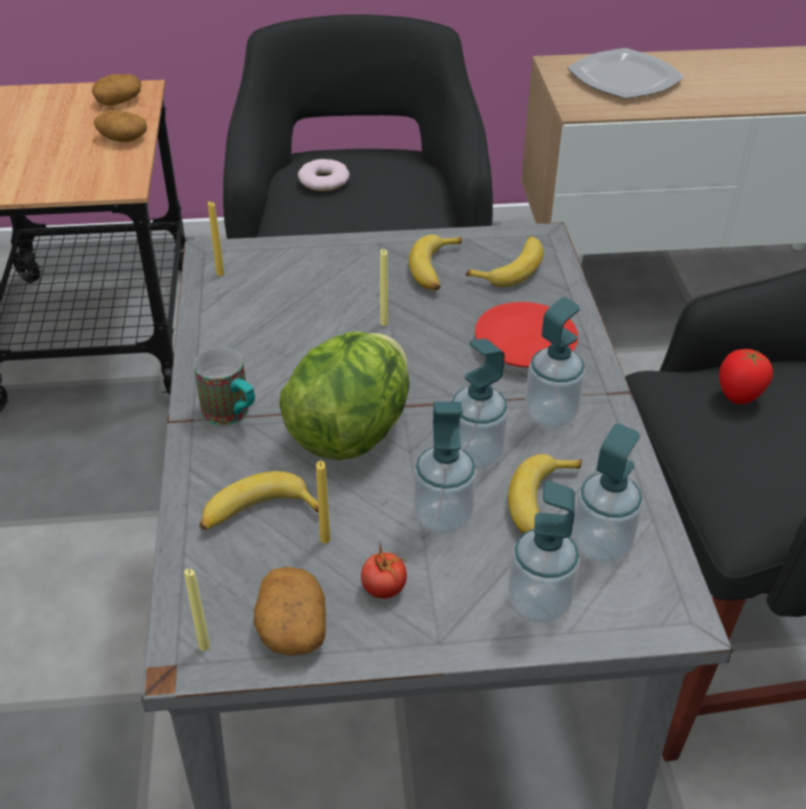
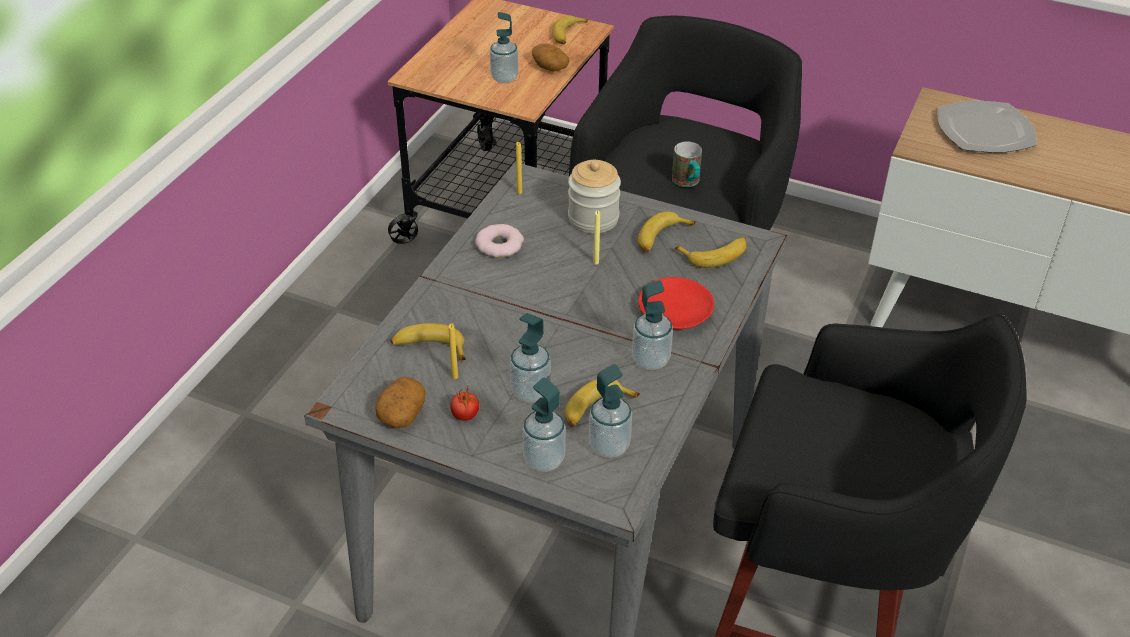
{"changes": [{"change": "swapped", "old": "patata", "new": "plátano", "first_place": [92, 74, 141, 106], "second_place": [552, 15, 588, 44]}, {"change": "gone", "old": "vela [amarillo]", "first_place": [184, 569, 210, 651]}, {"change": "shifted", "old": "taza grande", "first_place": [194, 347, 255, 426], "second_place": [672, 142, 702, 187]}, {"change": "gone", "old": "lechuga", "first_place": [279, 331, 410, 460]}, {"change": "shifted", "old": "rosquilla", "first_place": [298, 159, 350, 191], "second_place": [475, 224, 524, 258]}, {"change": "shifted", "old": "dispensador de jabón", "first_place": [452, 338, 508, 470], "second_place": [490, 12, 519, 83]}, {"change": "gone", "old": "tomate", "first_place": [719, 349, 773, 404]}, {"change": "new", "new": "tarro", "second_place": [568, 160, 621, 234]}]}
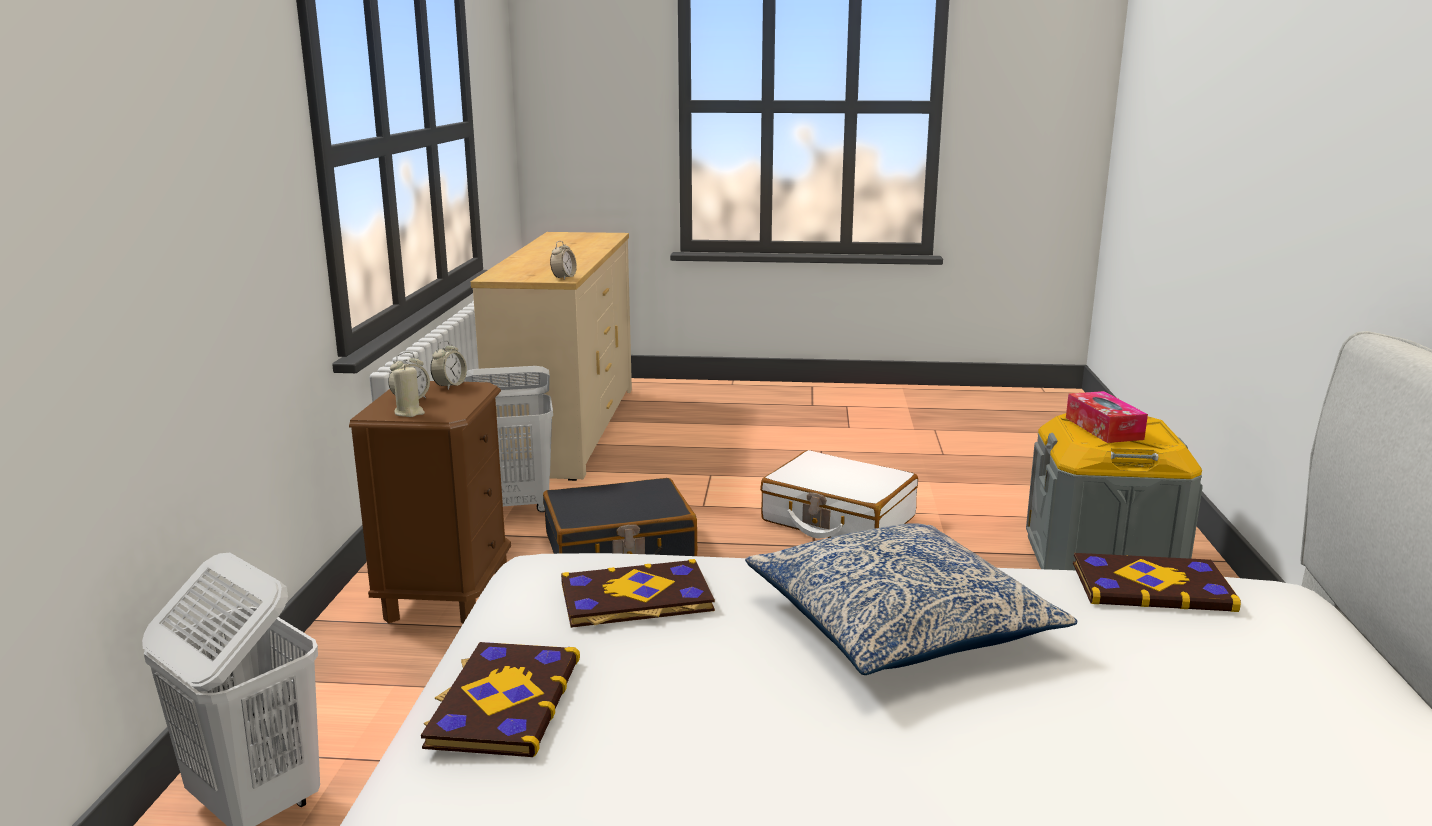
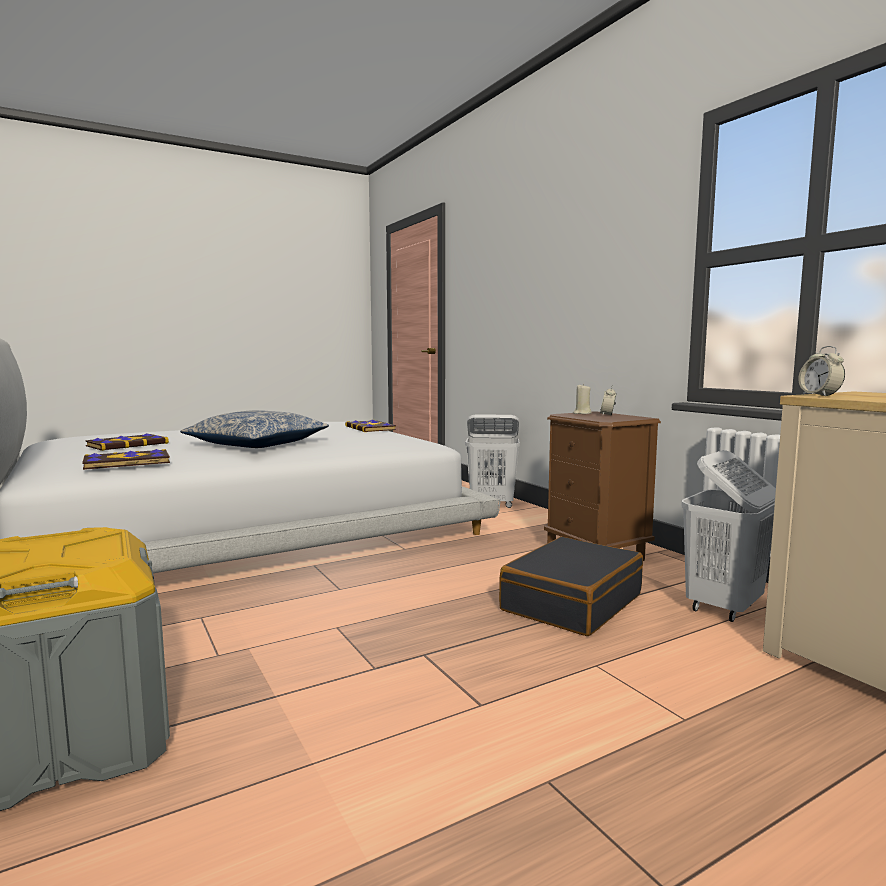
{"changes": [{"change": "gone", "old": "despertador", "first_place": [430, 340, 467, 389]}, {"change": "shifted", "old": "libro", "first_place": [561, 559, 715, 628], "second_place": [85, 433, 169, 451]}, {"change": "gone", "old": "maleta [blanco]", "first_place": [760, 450, 918, 538]}, {"change": "gone", "old": "caja de pañuelos", "first_place": [1066, 391, 1148, 443]}]}
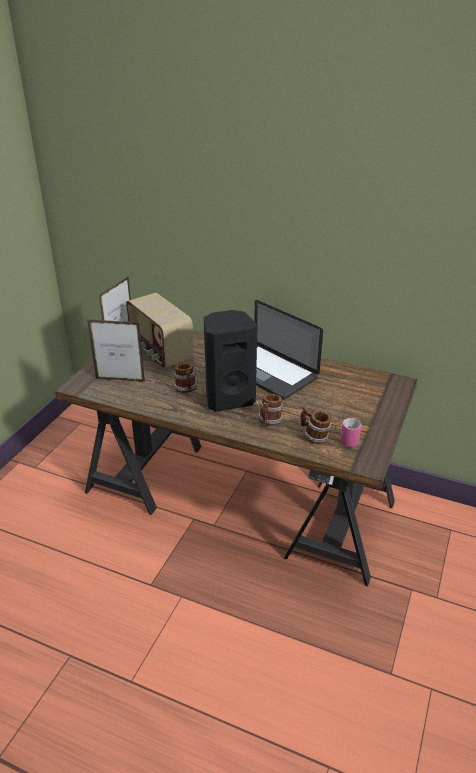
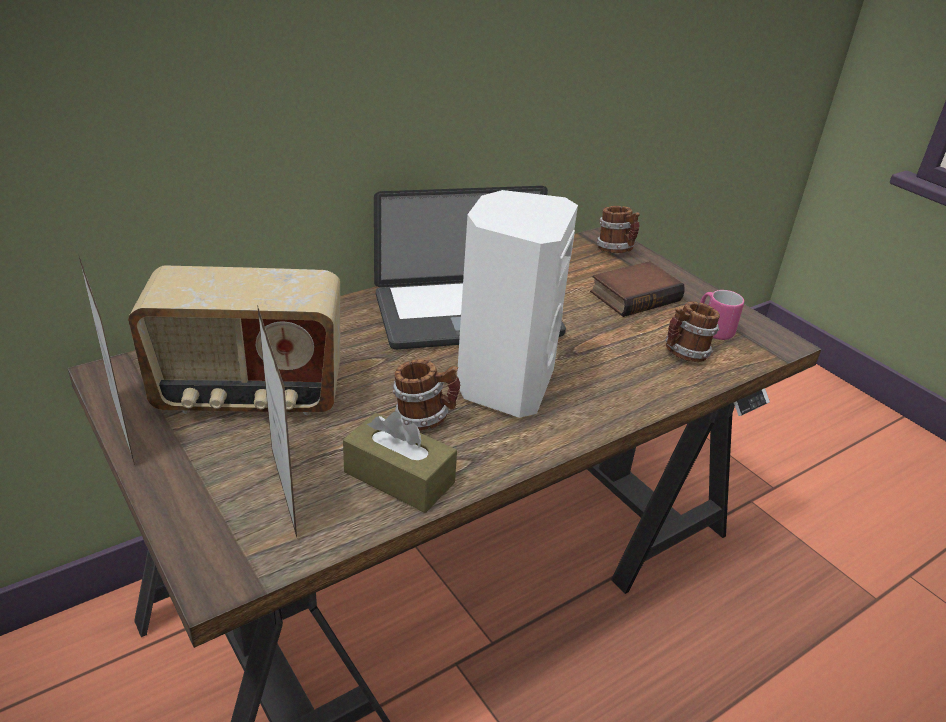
{"changes": [{"change": "rotated", "old": "portarretratos", "first_place": [87, 319, 145, 382], "second_place": [257, 305, 297, 537], "degrees": -60}, {"change": "repainted", "old": "altavoz [negro]", "new": "altavoz [blanco]", "first_place": [204, 310, 257, 412], "second_place": [457, 190, 578, 418]}, {"change": "shifted", "old": "taza grande", "first_place": [257, 394, 283, 426], "second_place": [597, 206, 640, 253]}, {"change": "new", "new": "caja de pañuelos [marrón]", "second_place": [343, 412, 457, 513]}, {"change": "new", "new": "libro", "second_place": [590, 261, 685, 317]}]}
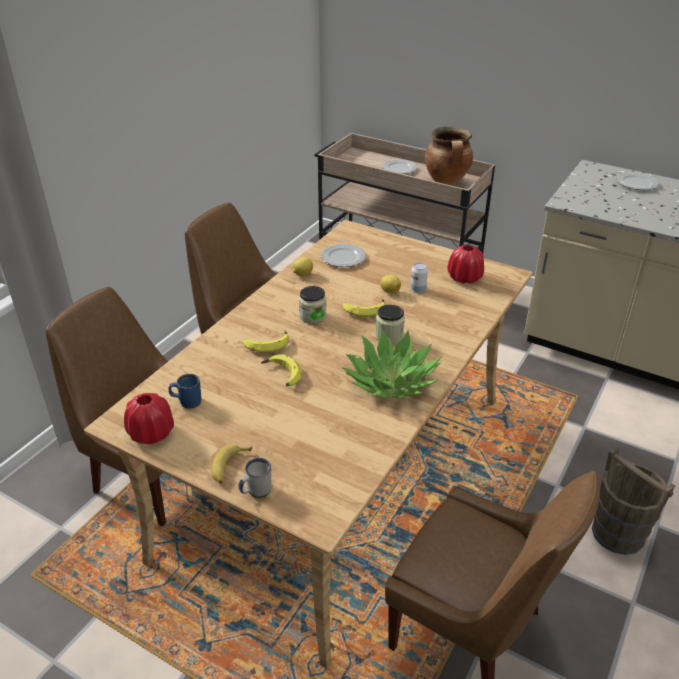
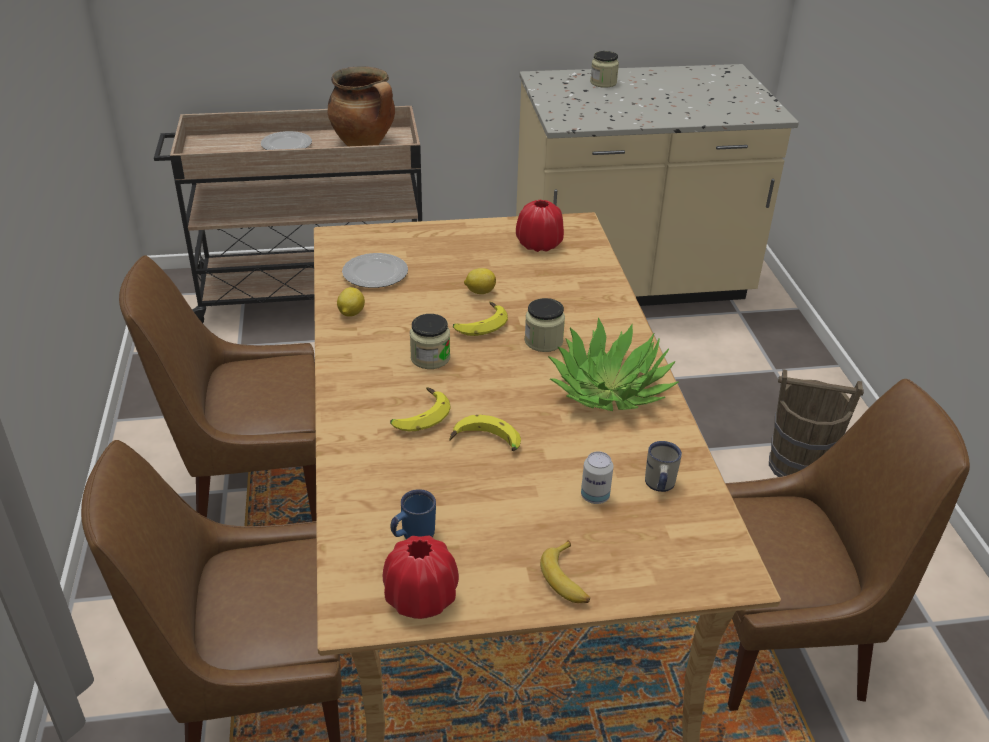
{"changes": [{"change": "shifted", "old": "taza grande [blanco]", "first_place": [238, 458, 271, 498], "second_place": [645, 441, 682, 492]}, {"change": "shifted", "old": "lata", "first_place": [410, 263, 428, 293], "second_place": [581, 451, 614, 504]}, {"change": "swapped", "old": "plato", "new": "tarro", "first_place": [616, 172, 659, 190], "second_place": [590, 51, 619, 88]}]}
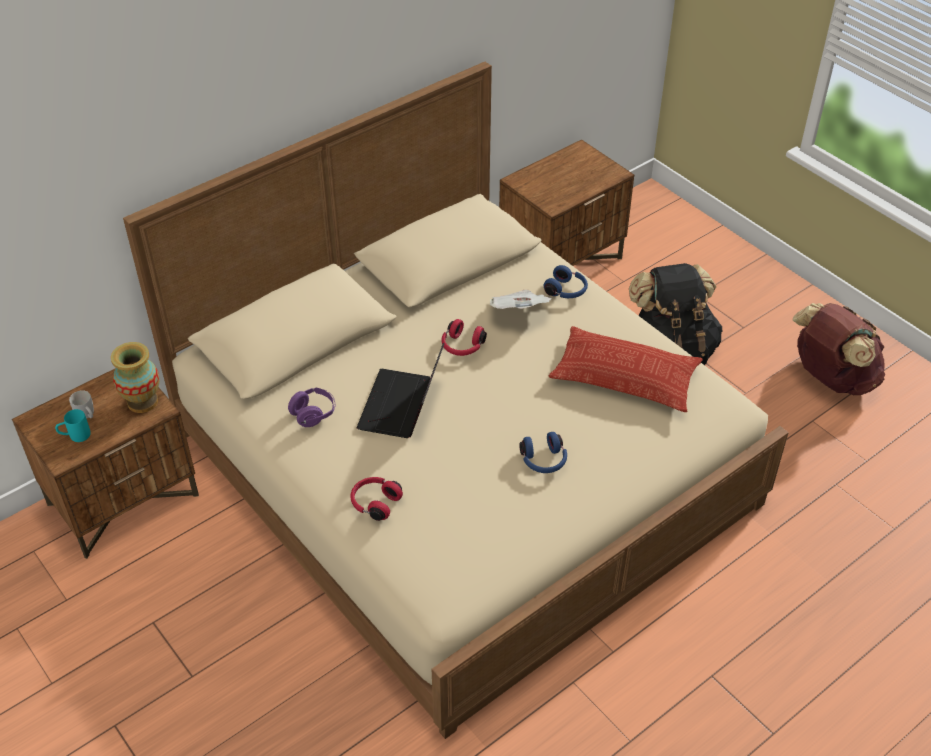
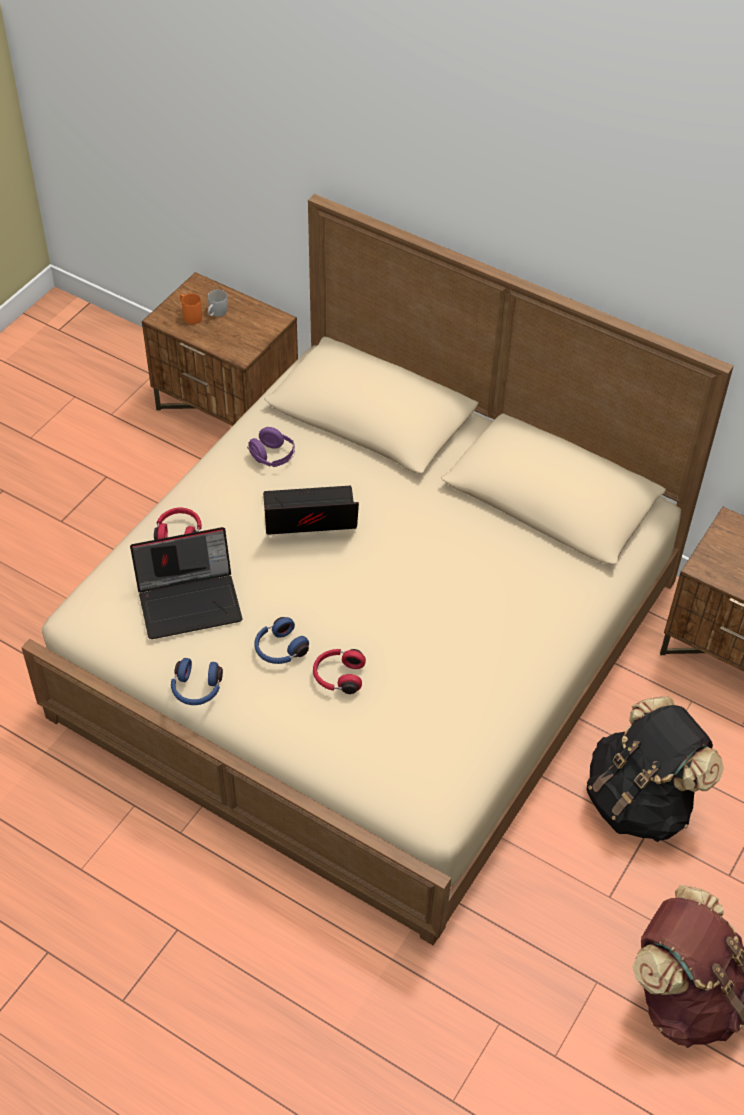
{"changes": [{"change": "repainted", "old": "taza grande [turquesa]", "new": "taza grande [naranja]", "first_place": [55, 409, 91, 442], "second_place": [180, 293, 202, 324]}, {"change": "gone", "old": "florero", "first_place": [111, 342, 160, 413]}, {"change": "shifted", "old": "auriculares [rojo]", "first_place": [442, 319, 487, 356], "second_place": [313, 649, 366, 694]}, {"change": "gone", "old": "periódico", "first_place": [490, 290, 551, 309]}, {"change": "shifted", "old": "auriculares [azul]", "first_place": [544, 265, 588, 298], "second_place": [171, 658, 223, 705]}, {"change": "gone", "old": "cojín", "first_place": [548, 326, 702, 412]}, {"change": "new", "new": "portátil", "second_place": [130, 527, 242, 639]}]}
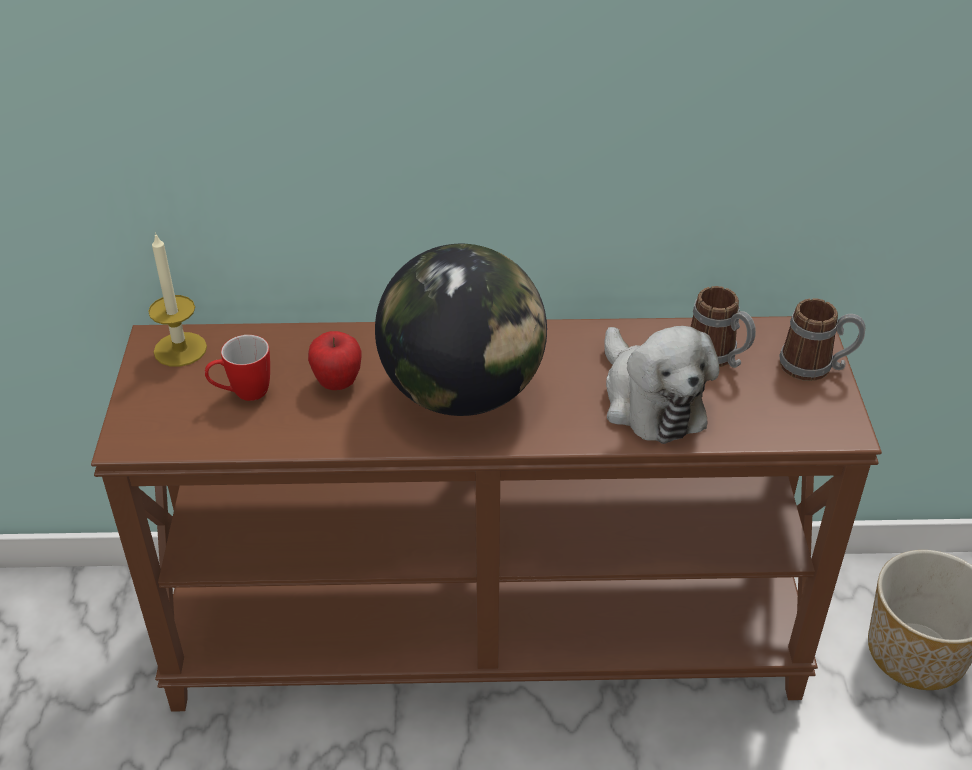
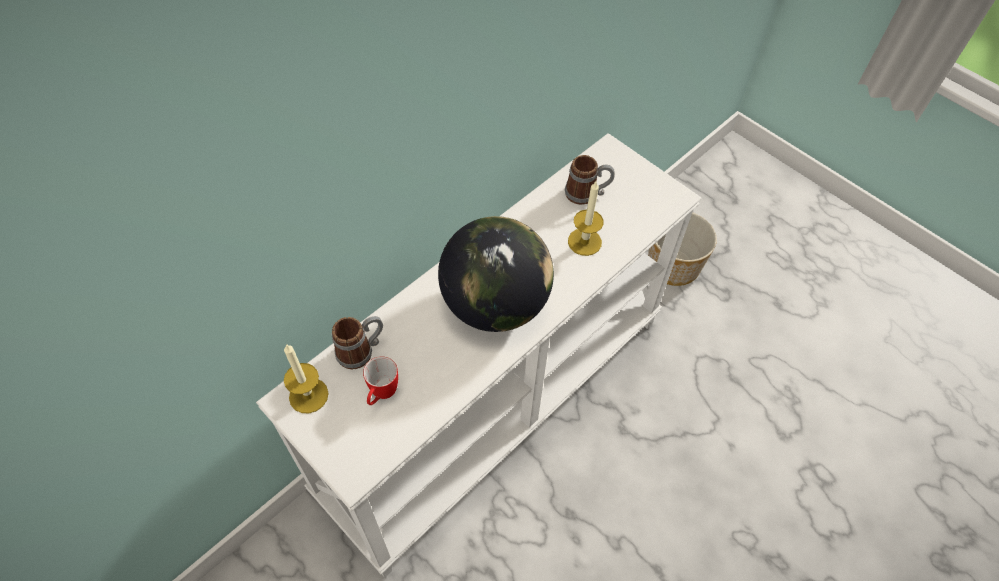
{"changes": [{"change": "repainted", "old": "mesa consola [marrón]", "new": "mesa consola [blanco]", "first_place": [91, 316, 882, 712], "second_place": [256, 133, 702, 578]}, {"change": "gone", "old": "manzana", "first_place": [308, 331, 362, 390]}, {"change": "swapped", "old": "peluche", "new": "vela", "first_place": [604, 326, 719, 444], "second_place": [568, 182, 603, 256]}, {"change": "shifted", "old": "taza grande", "first_place": [779, 298, 865, 381], "second_place": [332, 316, 383, 370]}]}
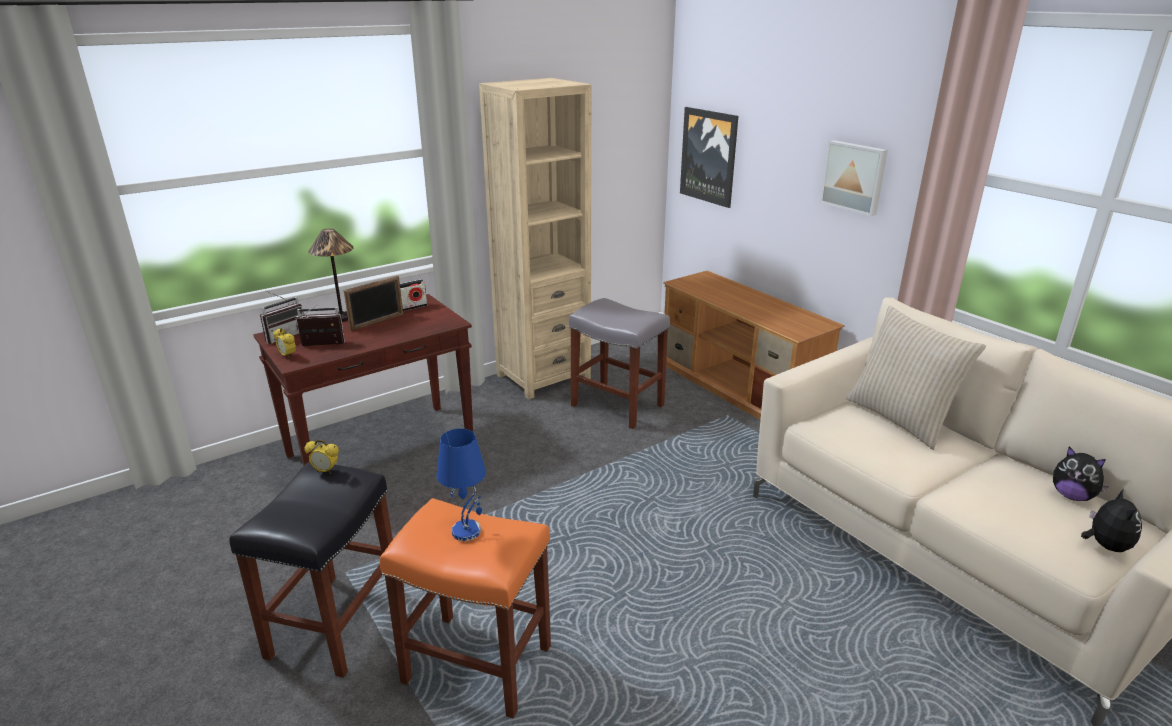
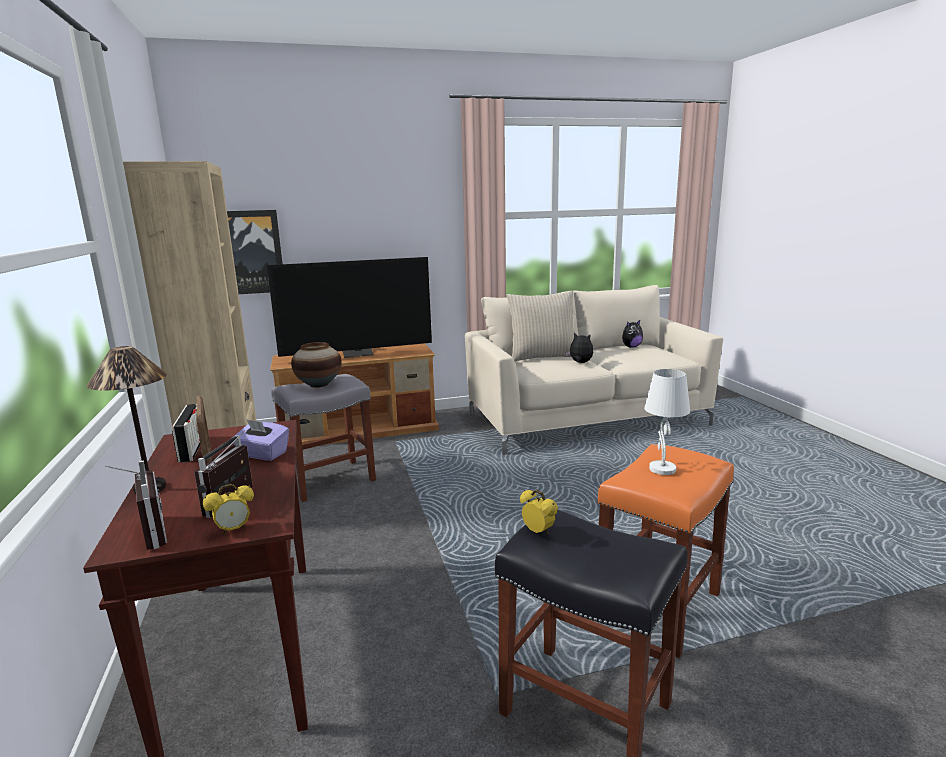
{"changes": [{"change": "rotated", "old": "despertador", "first_place": [305, 440, 339, 474], "second_place": [520, 489, 558, 534], "degrees": -75}, {"change": "repainted", "old": "lámpara de mesa [azul]", "new": "lámpara de mesa [blanco]", "first_place": [436, 428, 486, 541], "second_place": [644, 369, 690, 475]}, {"change": "gone", "old": "cuadro", "first_place": [820, 140, 888, 216]}, {"change": "shifted", "old": "peluche", "first_place": [1081, 489, 1142, 552], "second_place": [566, 332, 593, 363]}, {"change": "new", "new": "caja de pañuelos [morado]", "second_place": [231, 419, 289, 461]}, {"change": "new", "new": "televisor", "second_place": [267, 257, 432, 358]}, {"change": "new", "new": "florero", "second_place": [291, 342, 342, 388]}]}
